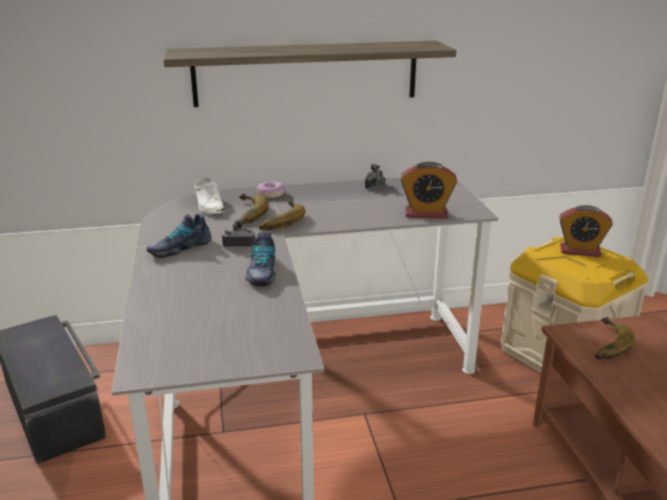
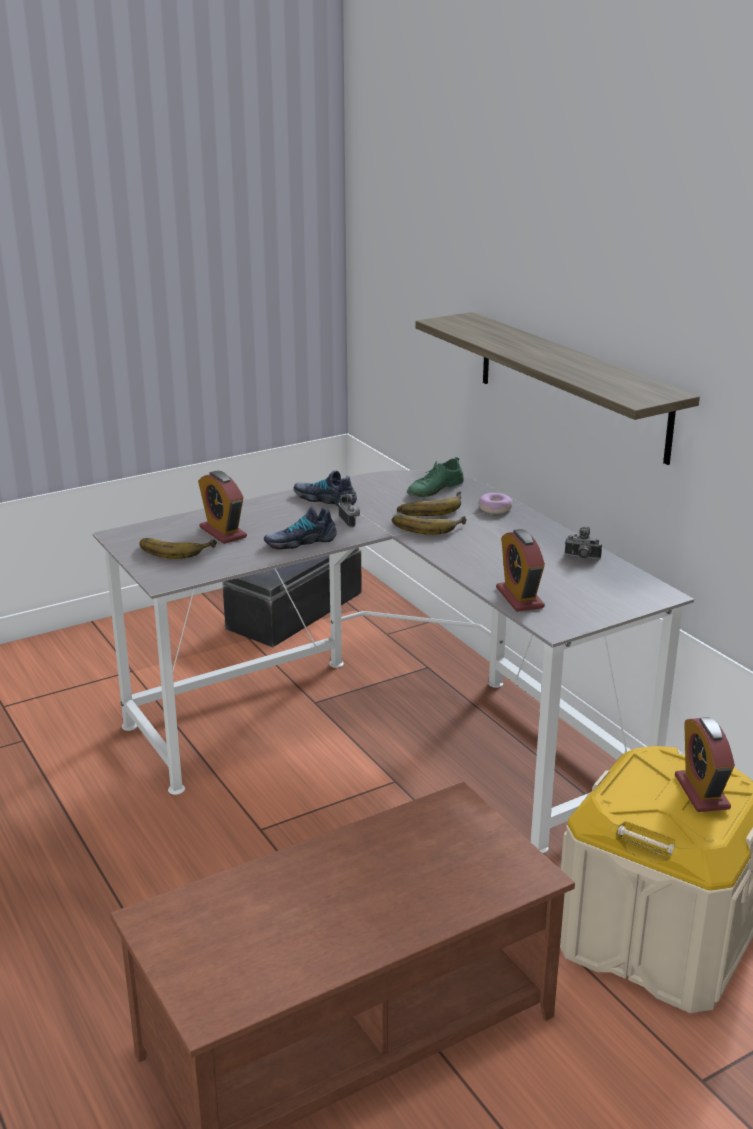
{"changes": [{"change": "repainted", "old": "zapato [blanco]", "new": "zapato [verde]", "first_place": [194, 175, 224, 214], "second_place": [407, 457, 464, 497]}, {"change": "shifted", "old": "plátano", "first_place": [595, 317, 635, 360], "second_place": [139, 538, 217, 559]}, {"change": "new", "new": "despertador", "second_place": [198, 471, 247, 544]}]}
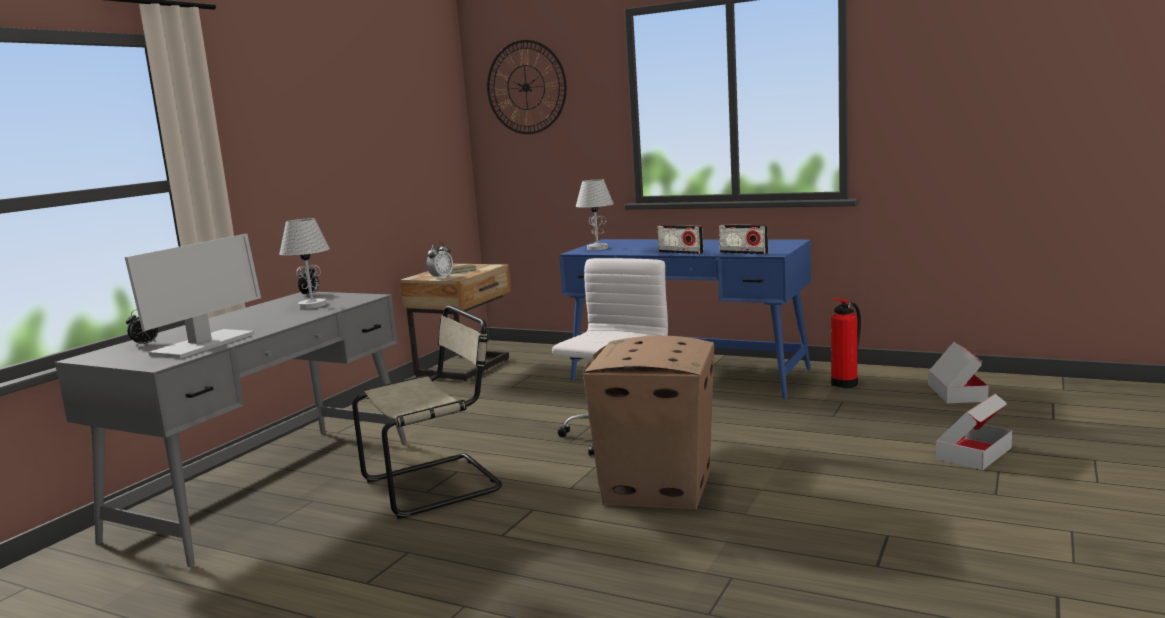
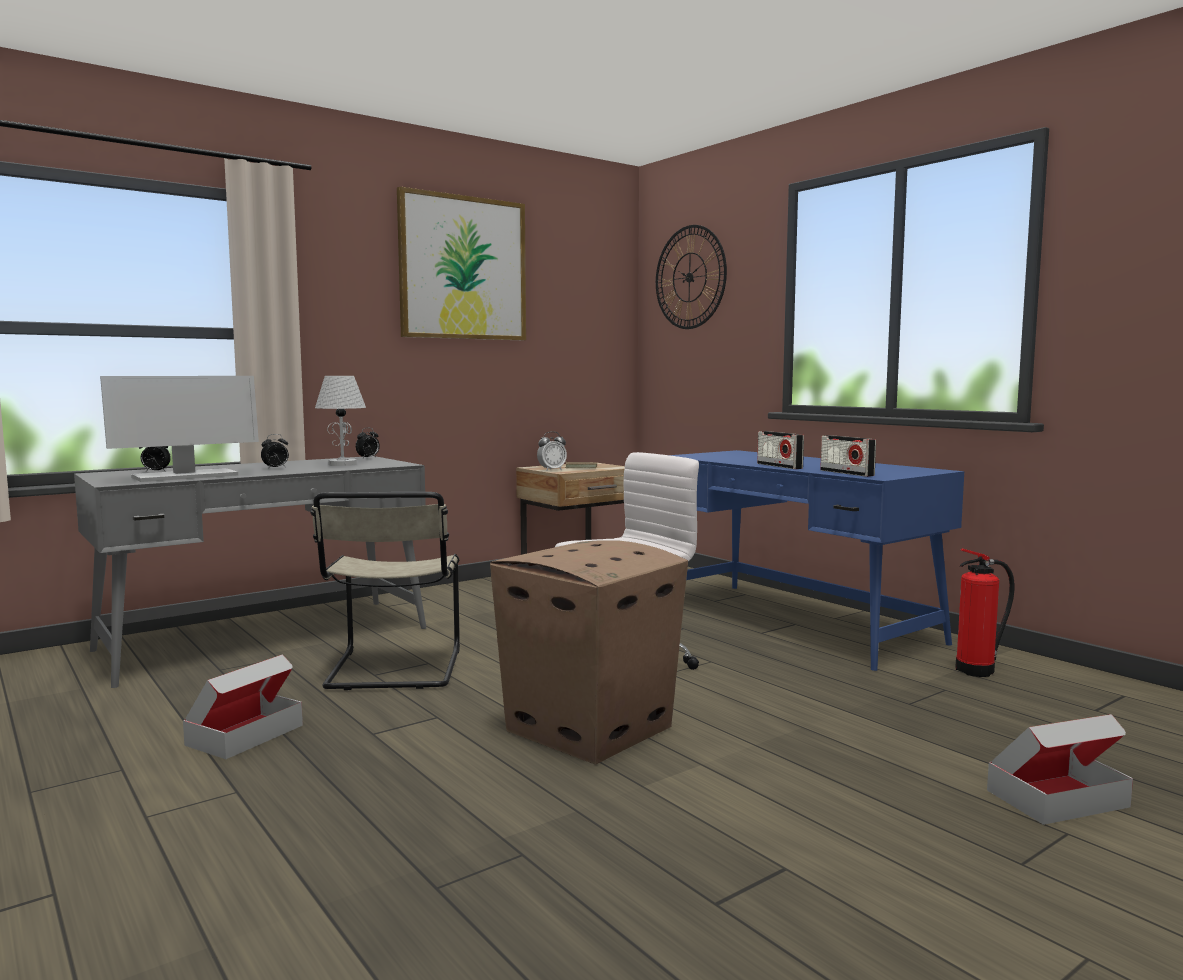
{"changes": [{"change": "rotated", "old": "silla [beis]", "first_place": [352, 305, 502, 519], "second_place": [311, 492, 460, 690], "degrees": 90}, {"change": "gone", "old": "lámpara de mesa [blanco]", "first_place": [576, 179, 614, 250]}, {"change": "shifted", "old": "caja de cartón", "first_place": [928, 342, 989, 403], "second_place": [183, 654, 303, 759]}, {"change": "new", "new": "despertador", "second_place": [261, 434, 289, 469]}, {"change": "new", "new": "cuadro", "second_place": [397, 187, 526, 340]}]}
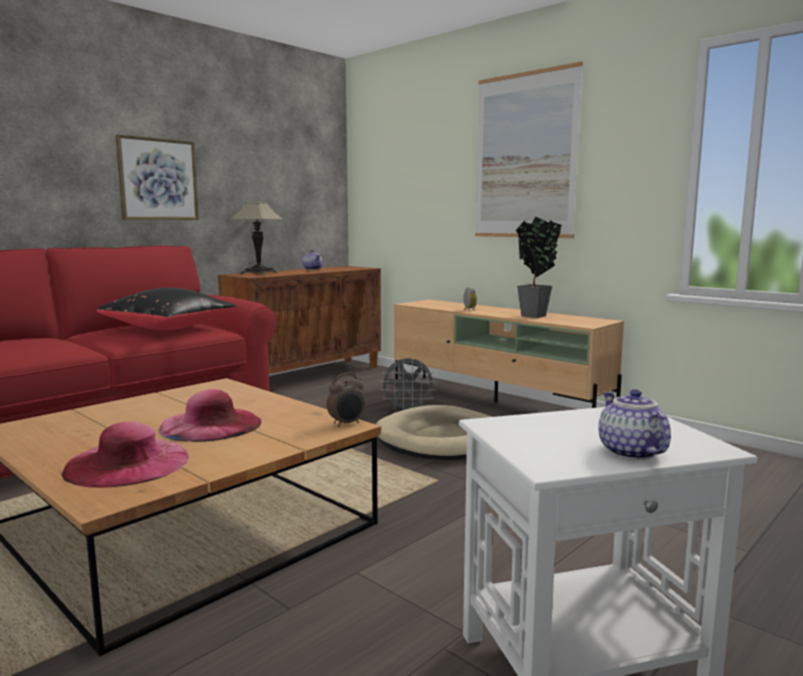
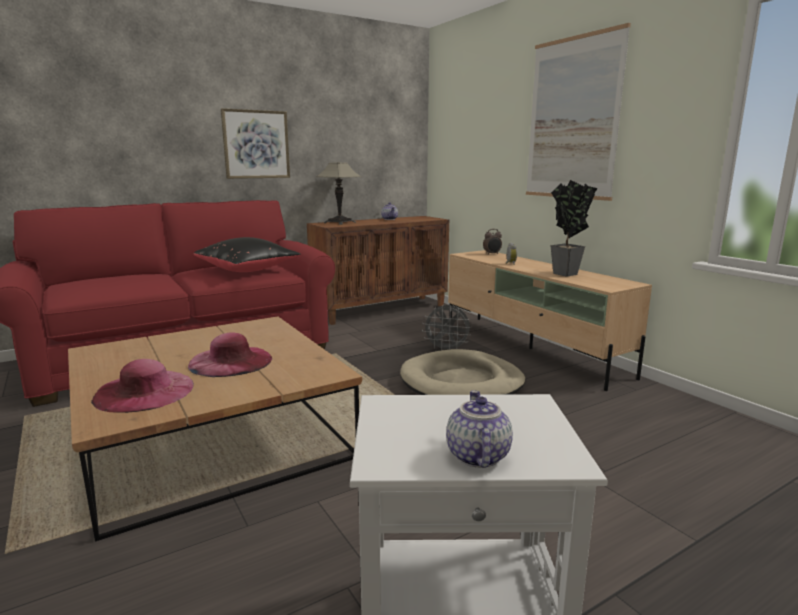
{"changes": [{"change": "shifted", "old": "despertador", "first_place": [327, 373, 365, 427], "second_place": [483, 229, 502, 254]}]}
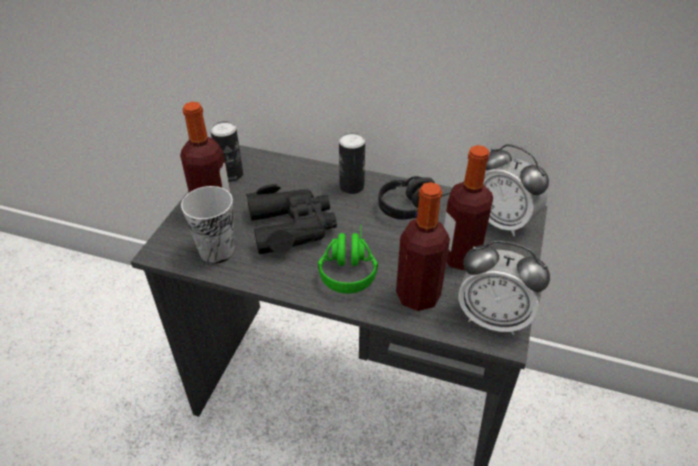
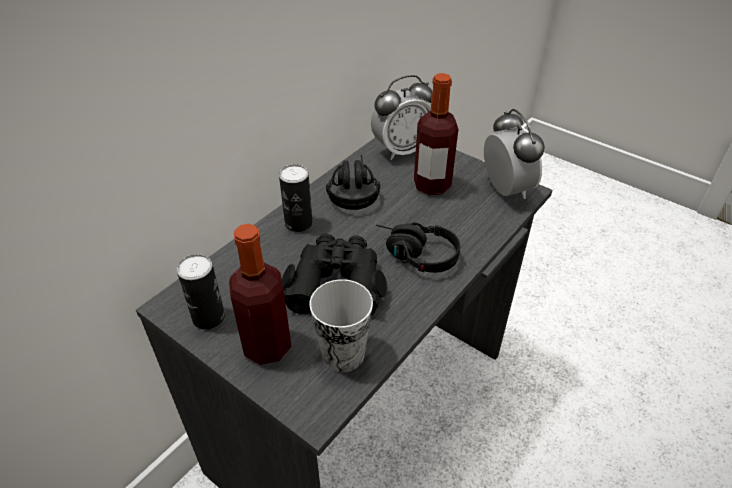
{"changes": [{"change": "repainted", "old": "auriculares [verde]", "new": "auriculares [negro]", "first_place": [318, 225, 378, 294], "second_place": [376, 222, 460, 273]}, {"change": "gone", "old": "botella", "first_place": [396, 182, 450, 311]}, {"change": "rotated", "old": "despertador", "first_place": [459, 241, 550, 335], "second_place": [484, 109, 545, 199], "degrees": -60}]}
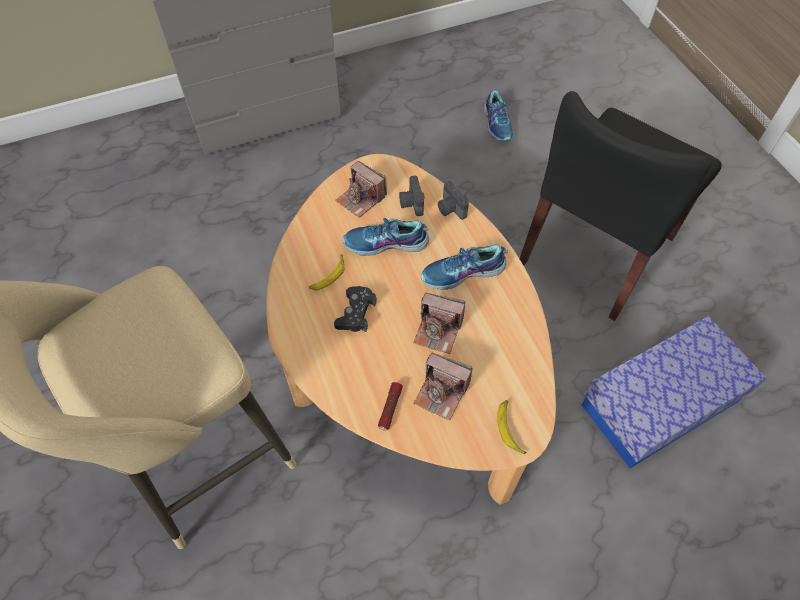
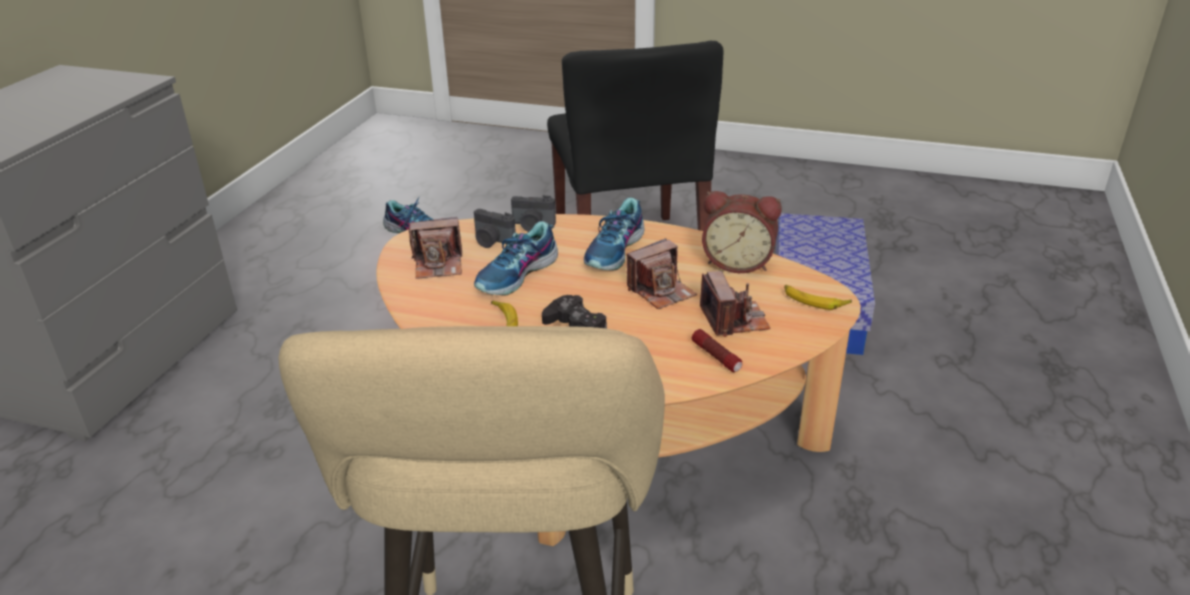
{"changes": [{"change": "rotated", "old": "cámara", "first_place": [413, 353, 473, 420], "second_place": [700, 271, 770, 337], "degrees": -75}, {"change": "new", "new": "despertador", "second_place": [702, 191, 782, 273]}]}
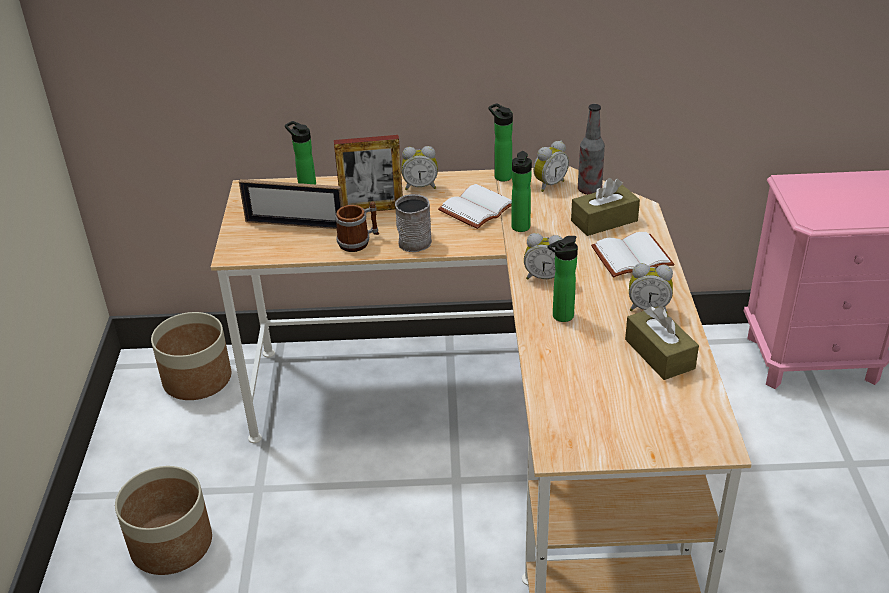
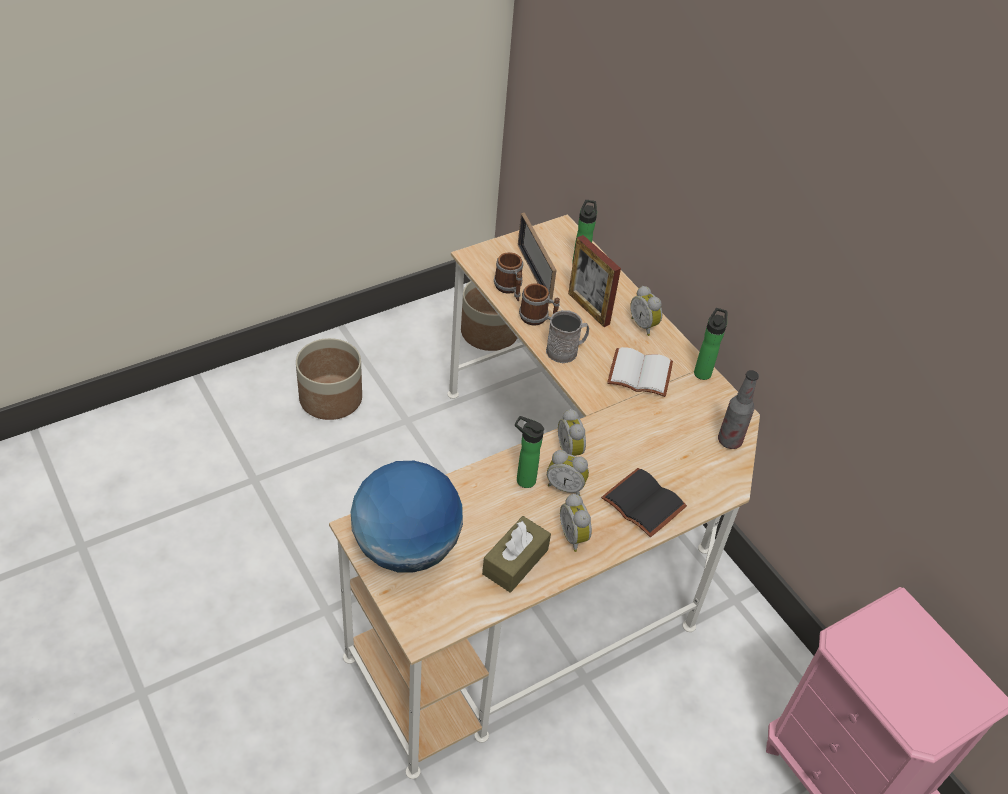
{"changes": [{"change": "gone", "old": "botella", "first_place": [511, 151, 532, 232]}, {"change": "shifted", "old": "despertador", "first_place": [533, 141, 569, 192], "second_place": [547, 450, 589, 496]}, {"change": "gone", "old": "caja de pañuelos [marrón]", "first_place": [571, 178, 640, 236]}, {"change": "repainted", "old": "libro [blanco]", "new": "libro [negro]", "first_place": [591, 232, 675, 277], "second_place": [601, 468, 687, 538]}, {"change": "new", "new": "globo terráqueo", "second_place": [351, 461, 463, 573]}, {"change": "new", "new": "taza grande", "second_place": [494, 252, 523, 302]}]}
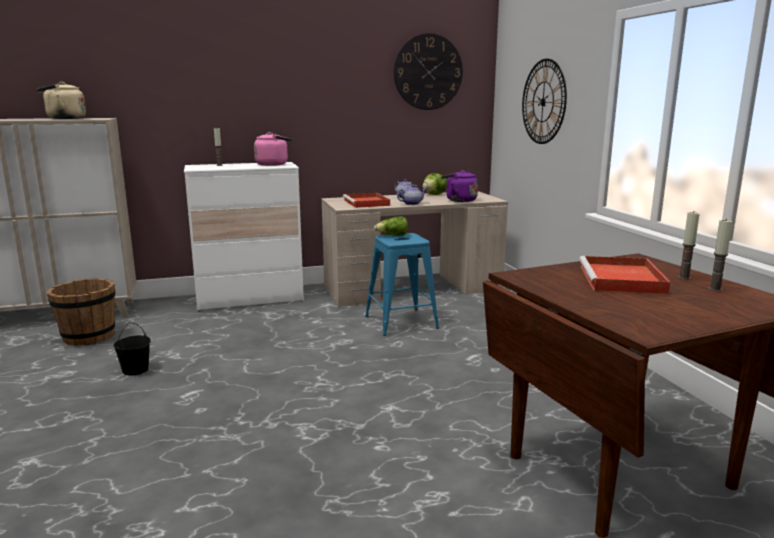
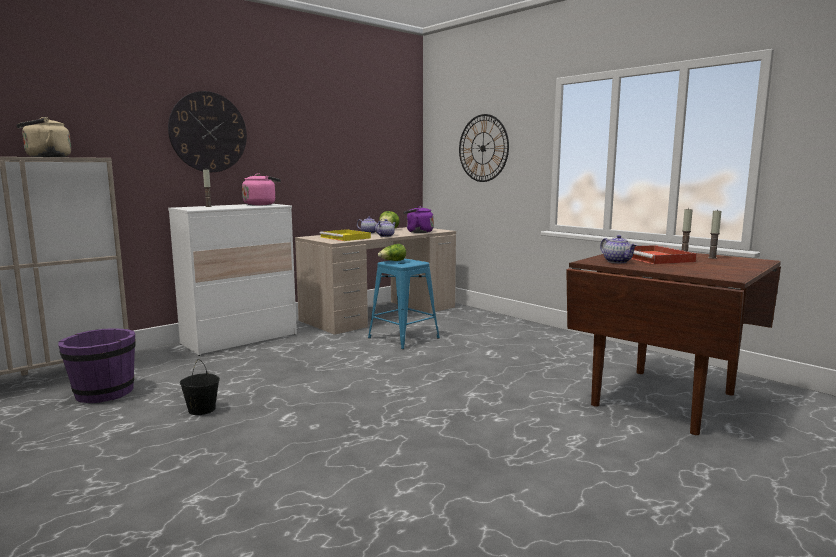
{"changes": [{"change": "repainted", "old": "cubo [marrón]", "new": "cubo [morado]", "first_place": [47, 278, 115, 346], "second_place": [58, 328, 136, 403]}, {"change": "repainted", "old": "bandeja [rojo]", "new": "bandeja [amarillo]", "first_place": [343, 193, 390, 208], "second_place": [320, 229, 371, 241]}, {"change": "shifted", "old": "reloj de pared", "first_place": [394, 33, 463, 110], "second_place": [168, 91, 247, 172]}, {"change": "new", "new": "tetera", "second_place": [600, 235, 637, 263]}]}
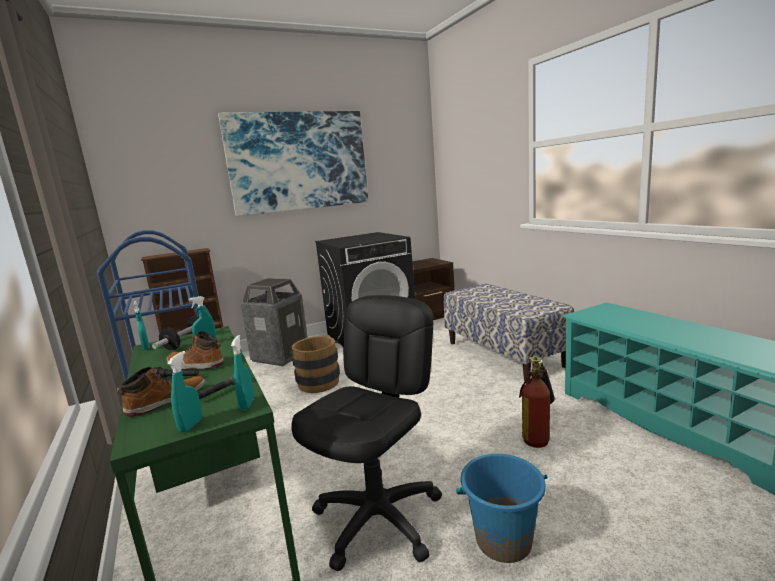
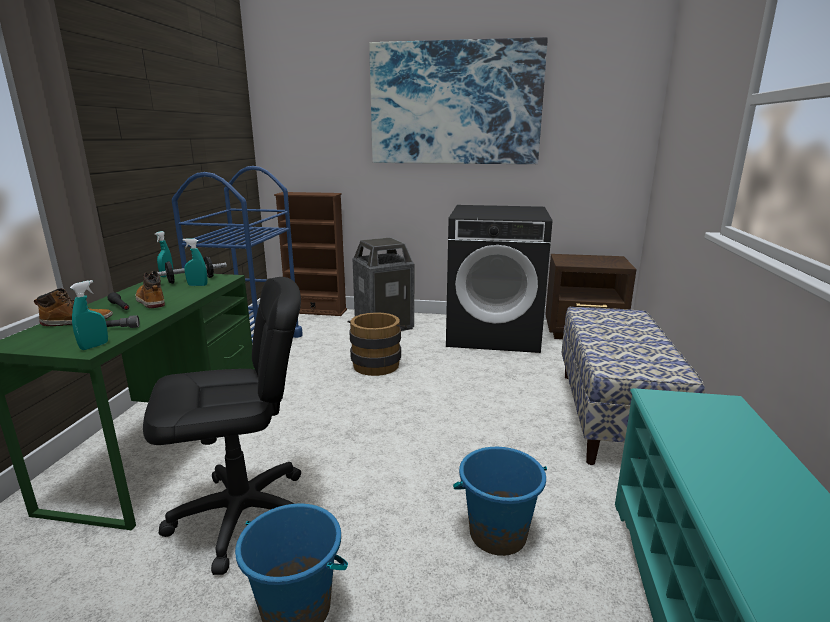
{"changes": [{"change": "gone", "old": "pulverizador [turquesa]", "first_place": [167, 351, 202, 433]}, {"change": "swapped", "old": "extintor", "new": "cubo [azul]", "first_place": [519, 356, 555, 448], "second_place": [453, 447, 547, 556]}]}
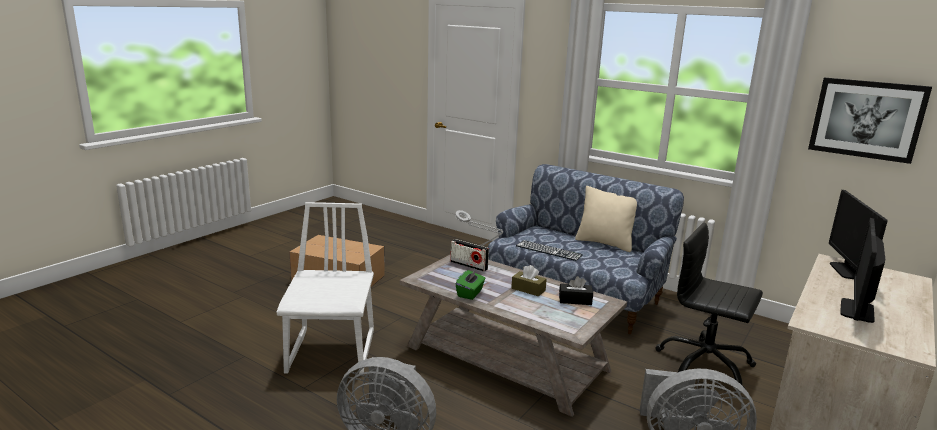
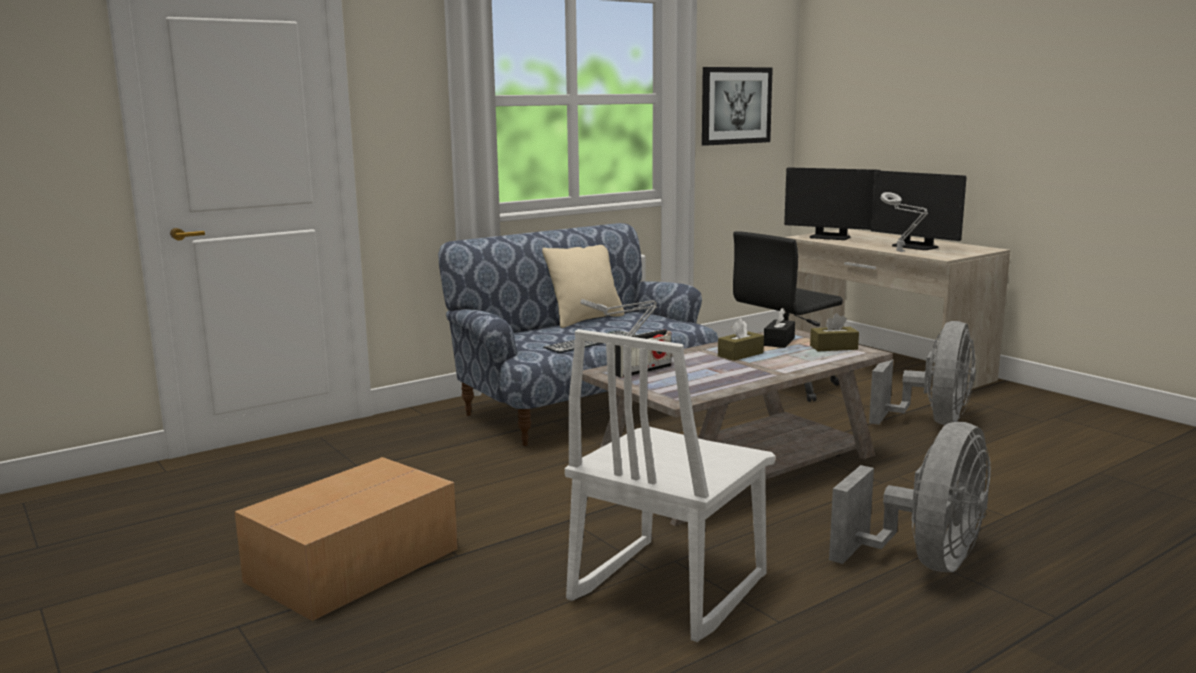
{"changes": [{"change": "rotated", "old": "silla [blanco]", "first_place": [276, 202, 374, 374], "second_place": [565, 329, 776, 642], "degrees": -75}, {"change": "gone", "old": "caja de pañuelos [verde]", "first_place": [456, 269, 485, 300]}, {"change": "new", "new": "caja de pañuelos [marrón]", "second_place": [810, 313, 859, 351]}, {"change": "new", "new": "lámpara de mesa [gris]", "second_place": [881, 192, 928, 252]}]}
